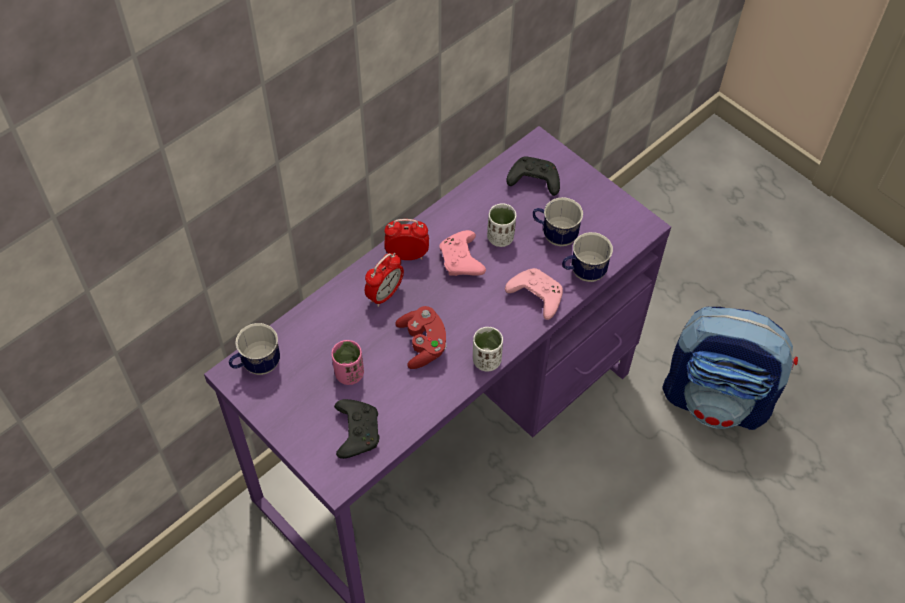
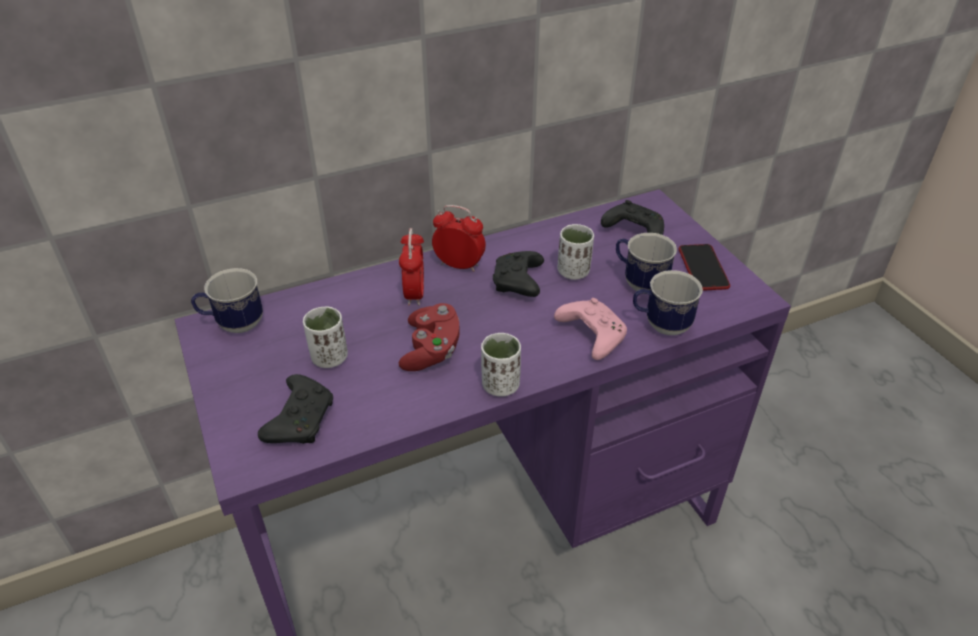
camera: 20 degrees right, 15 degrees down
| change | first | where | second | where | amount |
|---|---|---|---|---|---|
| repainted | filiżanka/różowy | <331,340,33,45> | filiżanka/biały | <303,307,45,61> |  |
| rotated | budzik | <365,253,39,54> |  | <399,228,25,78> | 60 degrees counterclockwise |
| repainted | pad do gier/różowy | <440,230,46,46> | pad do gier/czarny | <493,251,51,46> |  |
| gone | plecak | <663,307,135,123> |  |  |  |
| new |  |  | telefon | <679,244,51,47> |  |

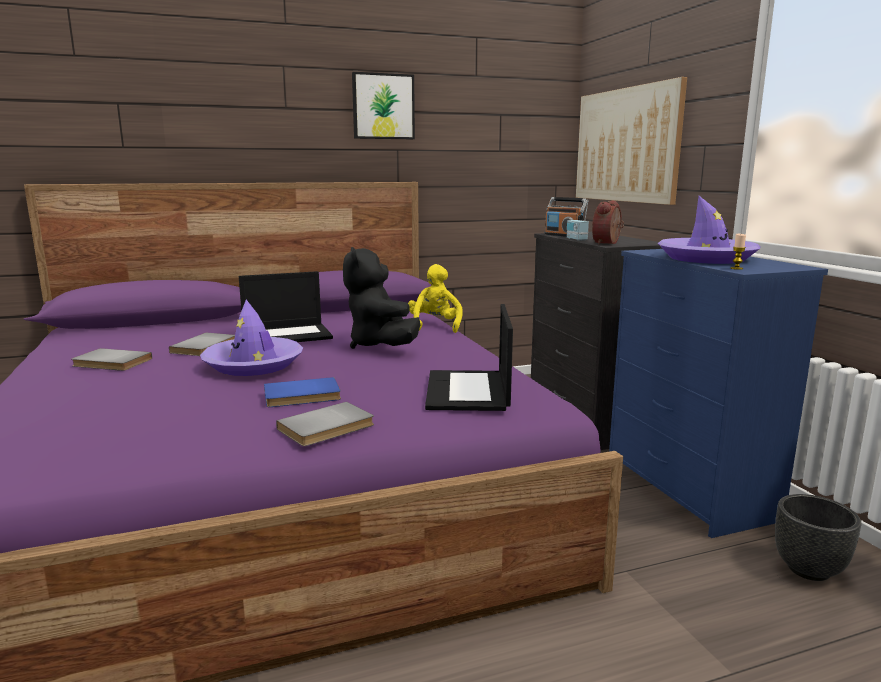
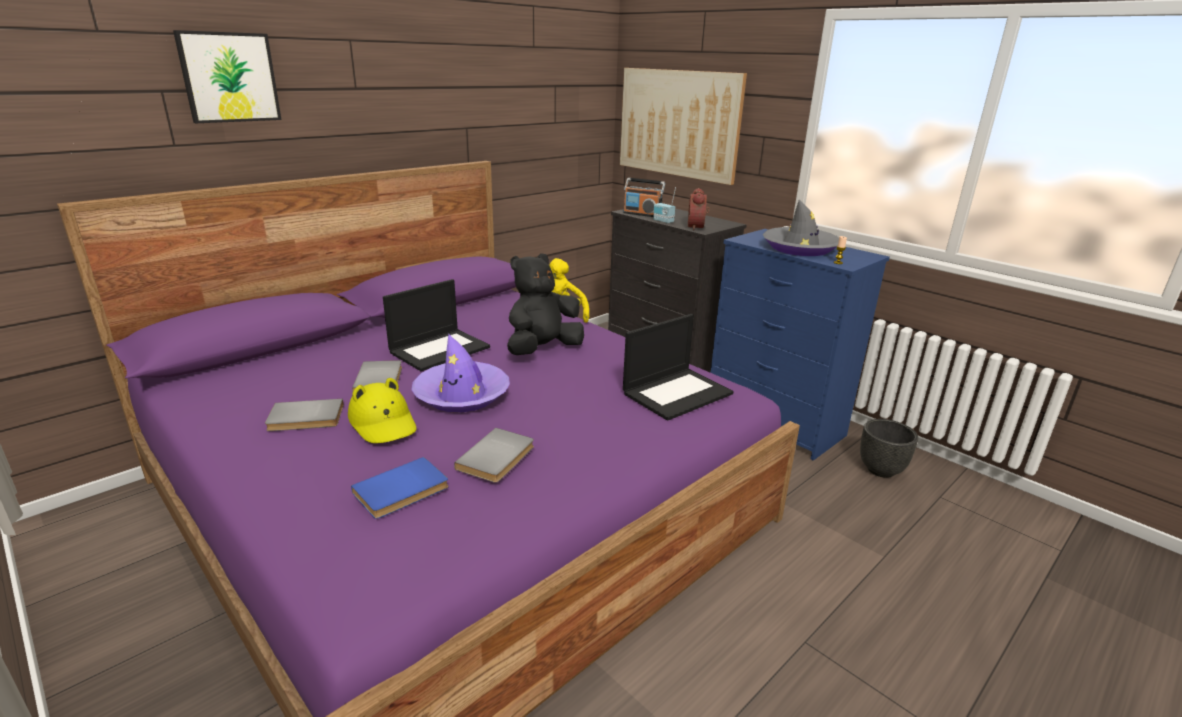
camera: 25 degrees left, 10 degrees up
| change | first | where | second | where | amount |
|---|---|---|---|---|---|
| shifted | książka/niebieski | <264,377,77,30> |  | <351,457,98,62> |  |
| shifted | książka/szary | <276,402,98,44> |  | <454,428,80,55> |  |
| rotated | pluszak/czarny | <343,247,77,102> |  | <507,253,77,102> | 90 degrees clockwise |
| shifted | obraz | <352,72,63,67> |  | <173,30,109,93> |  |
| rotated | laptop | <425,304,88,107> |  | <623,314,110,107> | 105 degrees counterclockwise |
| repainted | kapelusz/fioletowy | <658,196,103,68> | kapelusz/szary | <762,200,77,56> |  |
| new |  |  | kapelusz/żółty | <348,378,68,65> |  |

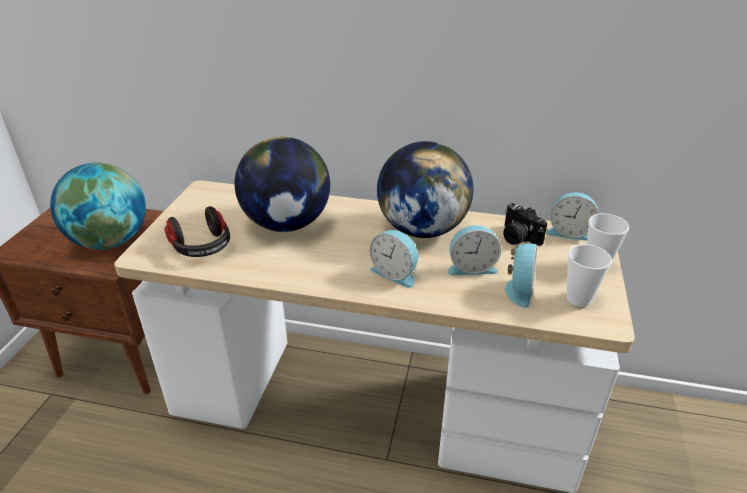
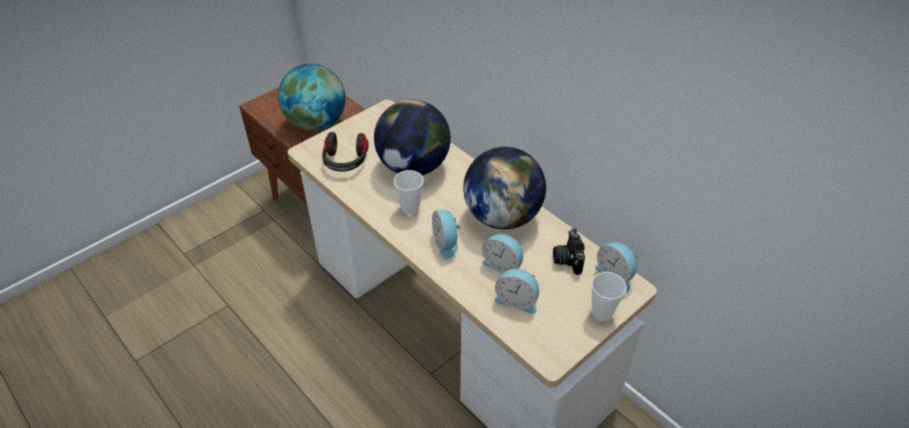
camera: 35 degrees right, 10 degrees up
| change | first | where | second | where | amount |
|---|---|---|---|---|---|
| rotated | budzik | <505,243,32,65> |  | <494,269,45,45> | 60 degrees clockwise |
| shifted | filiżanka | <566,244,46,63> |  | <394,170,30,45> |  |

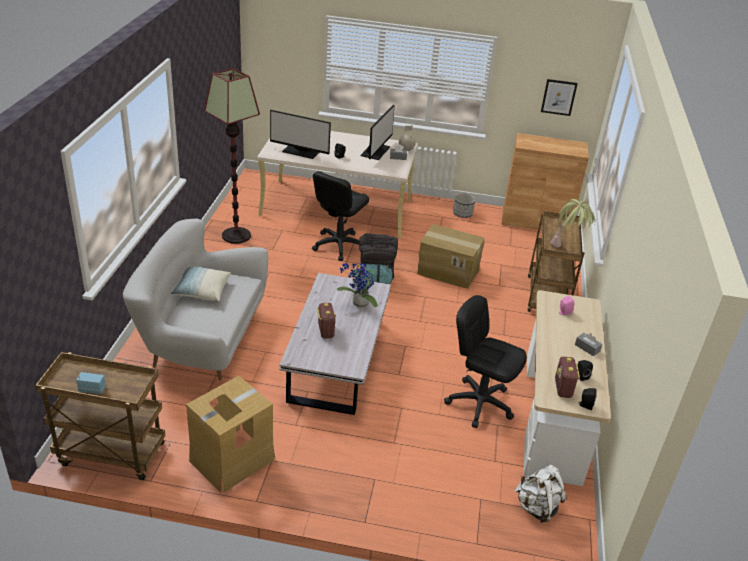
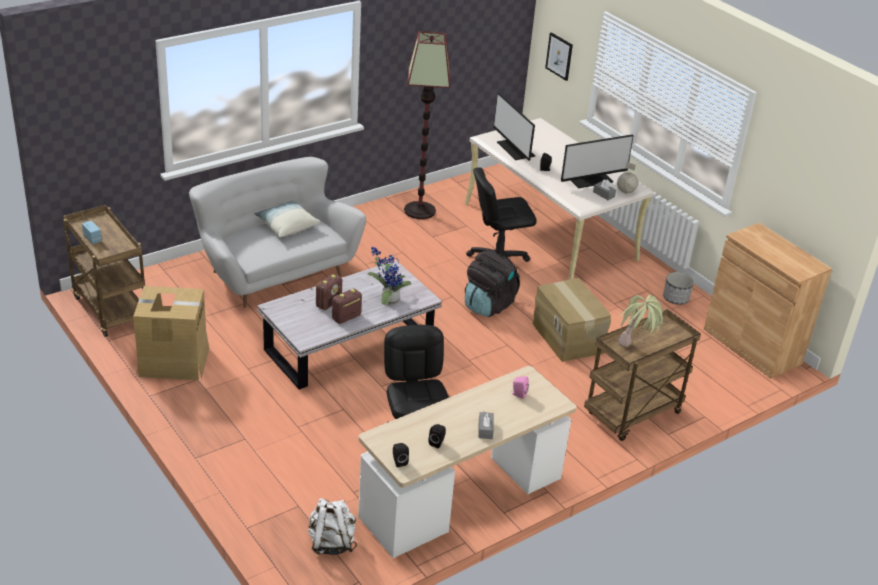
camera: 45 degrees right, 0 degrees up
| change | first | where | second | where | amount |
|---|---|---|---|---|---|
| shifted | obraz | <541,79,37,37> |  | <545,32,28,49> |  |
| shifted | radio | <555,357,25,41> |  | <332,288,30,36> |  |

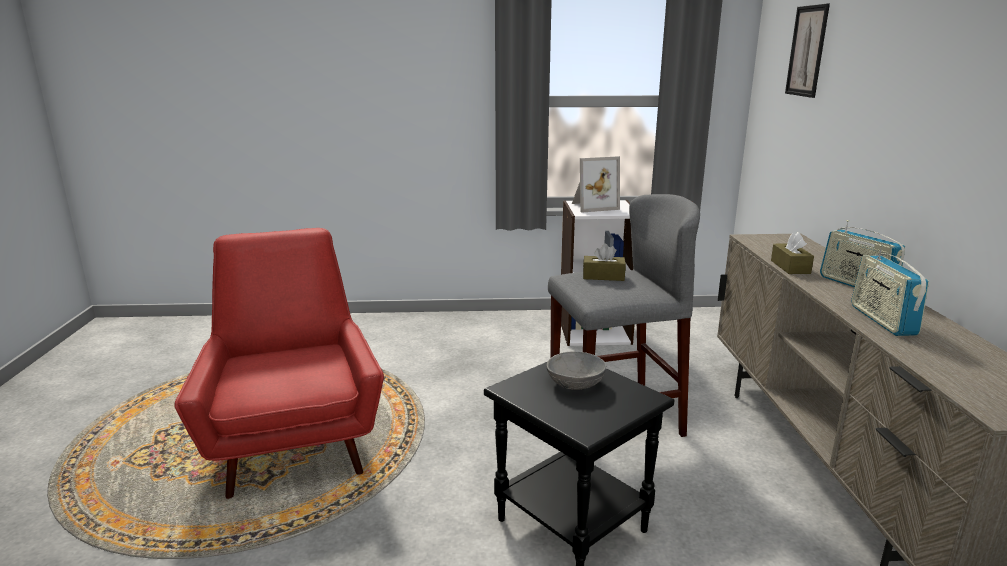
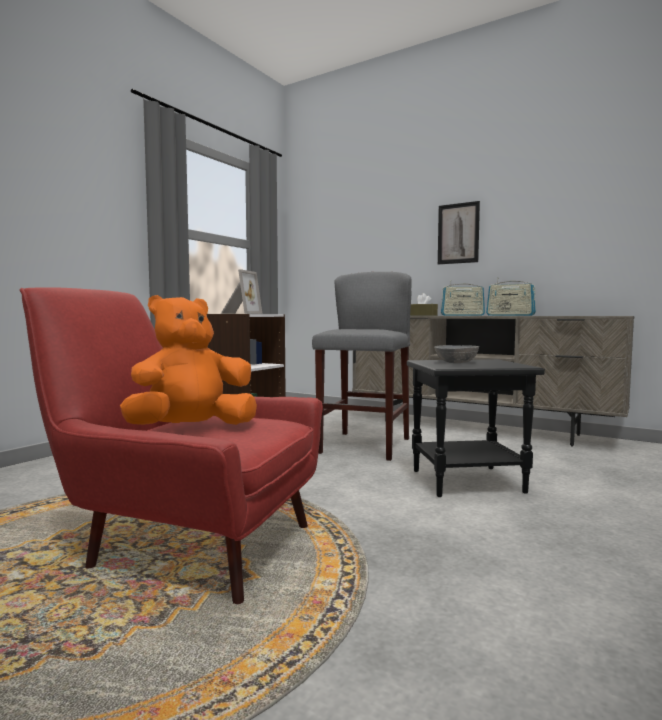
camera: 55 degrees left, 15 degrees down
| change | first | where | second | where | amount |
|---|---|---|---|---|---|
| gone | pudełko chusteczek/brązowy | <583,244,43,37> |  |  |  |
| shifted | obraz | <785,3,45,95> |  | <438,201,42,63> |  |
| new |  |  | pluszak/pomarańczowy | <120,295,137,130> |  |

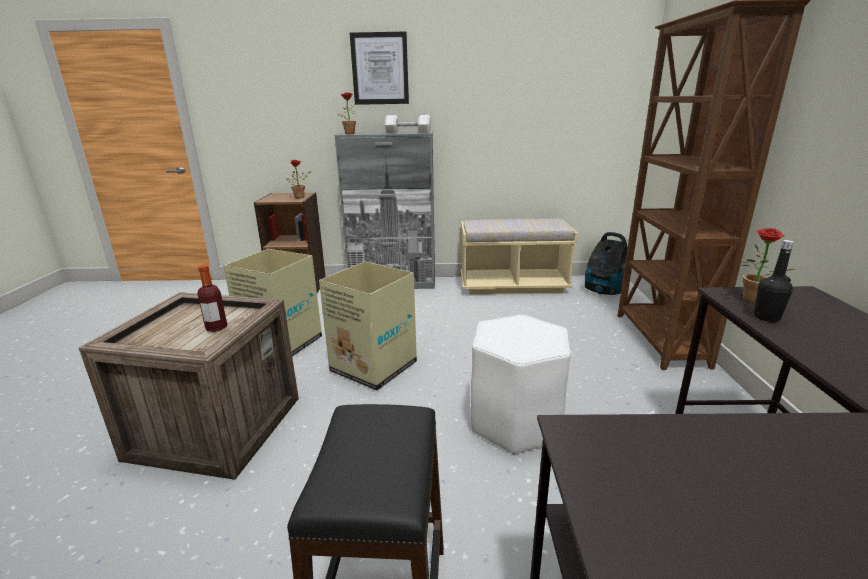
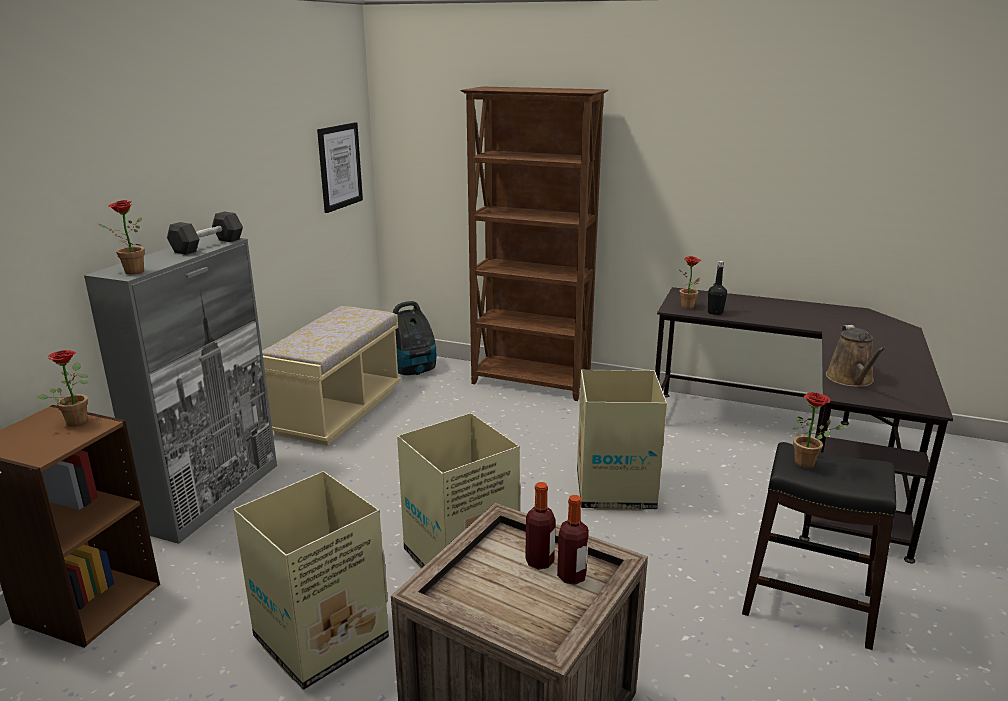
camera: 70 degrees left, 0 degrees up
| change | first | where | second | where | amount |
|---|---|---|---|---|---|
| shifted | obraz | <350,32,59,73> |  | <317,122,46,91> |  |
| repainted | hantel/biały | <385,115,46,18> | hantel/czarny | <167,211,76,44> |  |
| swapped | stołek/biały | <471,315,100,139> | karton | <577,370,90,141> |  |
| new |  |  | butelka | <557,495,32,90> |  |
| new |  |  | roślina doniczkowa | <792,392,55,77> |  |
| new |  |  | konewka/brązowy | <826,325,59,62> |  |

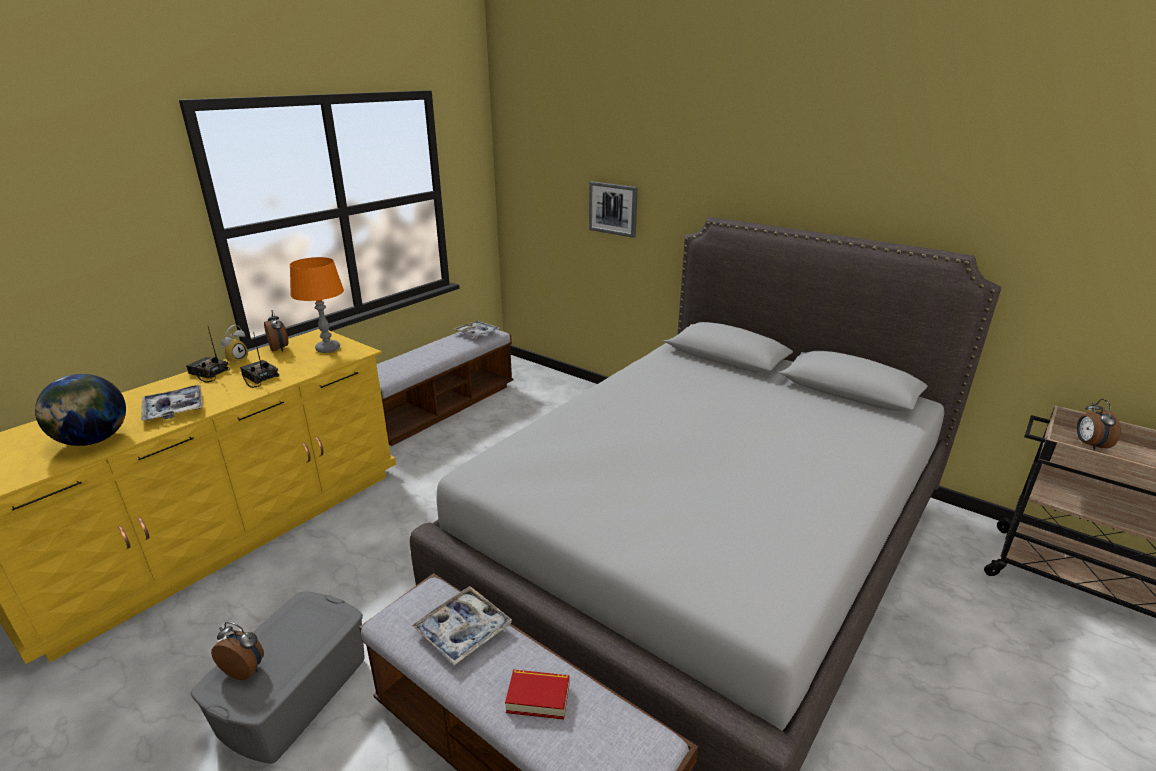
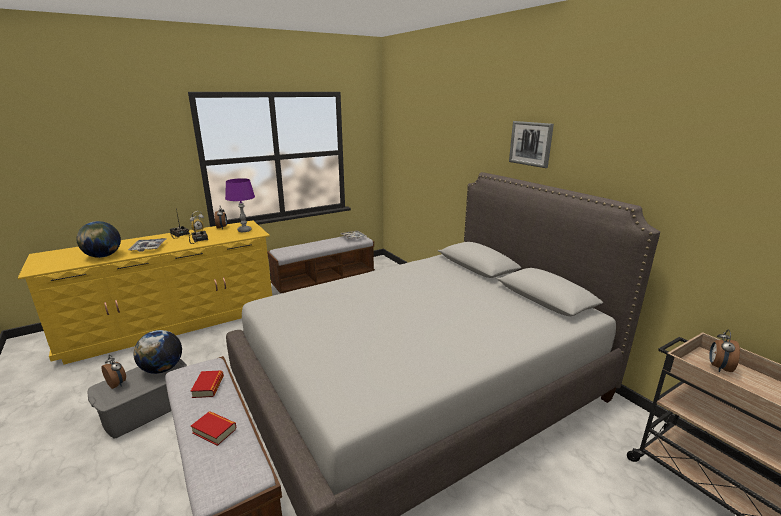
camera: 20 degrees right, 5 degrees down
| change | first | where | second | where | amount |
|---|---|---|---|---|---|
| repainted | lampa stołowa/pomarańczowy | <290,257,54,96> | lampa stołowa/fioletowy | <225,178,30,54> |  |
| swapped | taca | <412,586,100,80> | książka | <191,371,33,27> |  |
| shifted | obraz | <589,181,49,57> |  | <509,121,45,47> |  |
| new |  |  | globus | <133,330,49,44> |  |

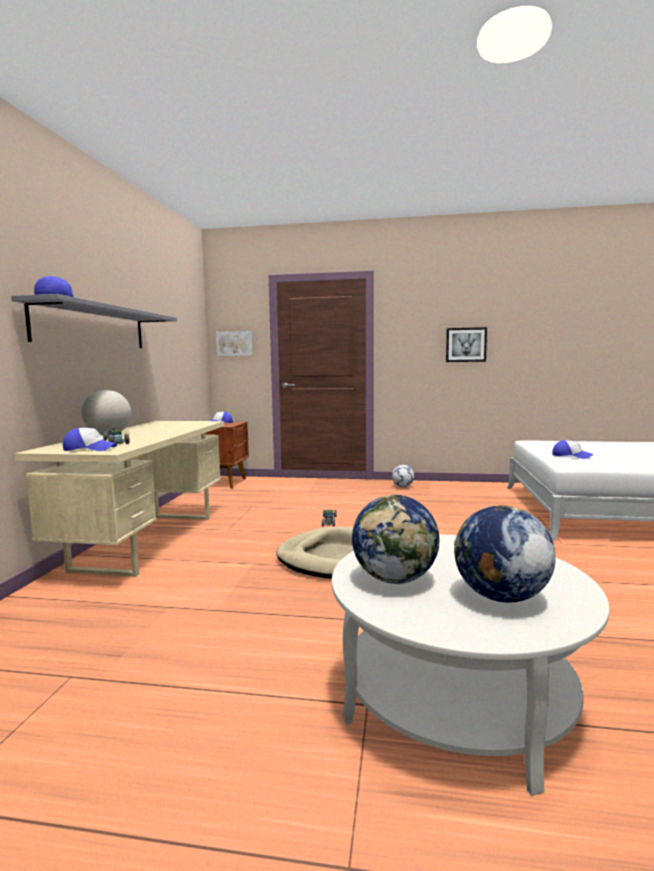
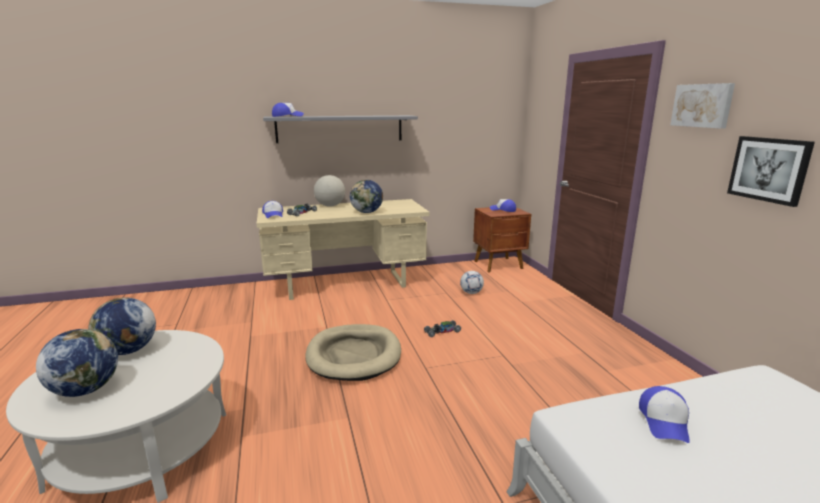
camera: 65 degrees right, 10 degrees up
| change | first | where | second | where | amount |
|---|---|---|---|---|---|
| shifted | obraz | <216,331,37,25> |  | <670,83,65,46> |  |
| shifted | piłka futbolowa | <392,465,22,22> |  | <460,271,24,23> |  |
| new |  |  | globus | <350,180,33,33> |  |

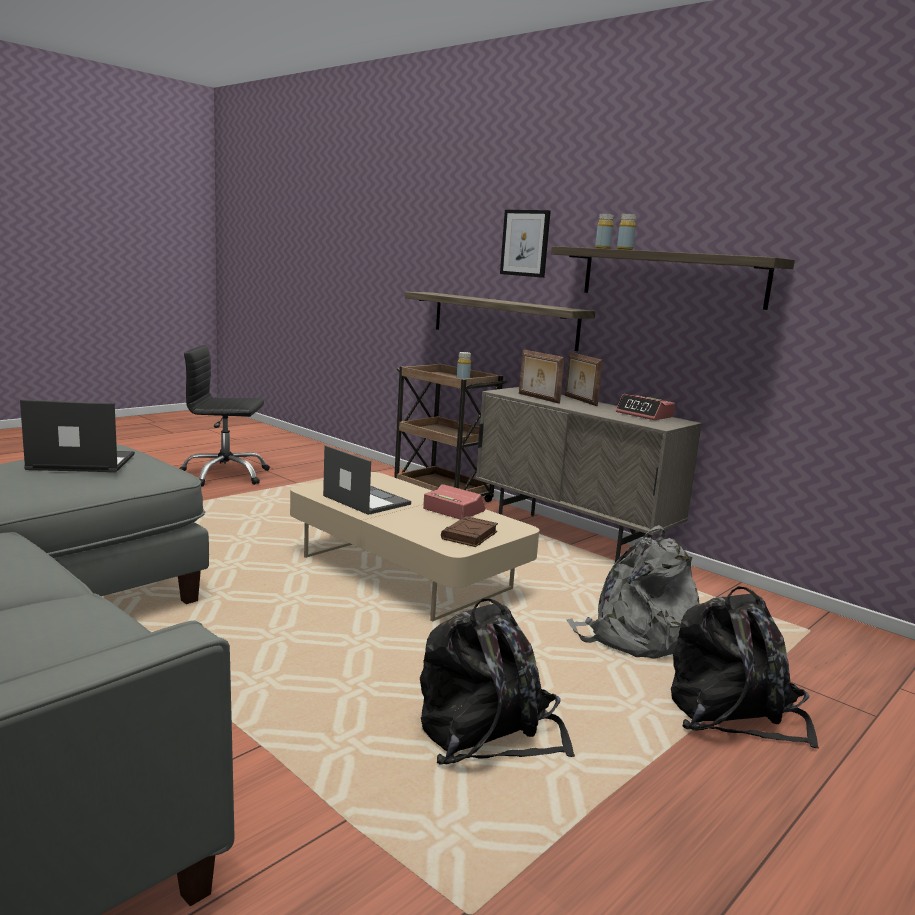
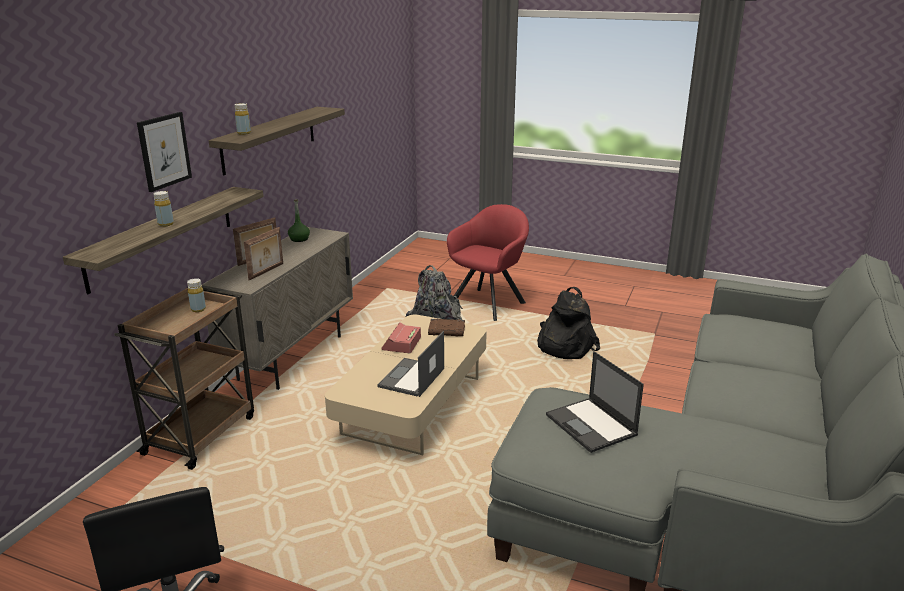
camera: 110 degrees left, 10 degrees up
| change | first | where | second | where | amount |
|---|---|---|---|---|---|
| swapped | budzik | <616,394,59,26> | butelka/zielony | <288,199,22,43> |  |
| shifted | butelka/żółty | <617,214,19,36> |  | <154,191,20,36> |  |
| swapped | plecak/czarny | <671,586,148,162> | fotel/czerwony | <447,204,82,117> |  |

